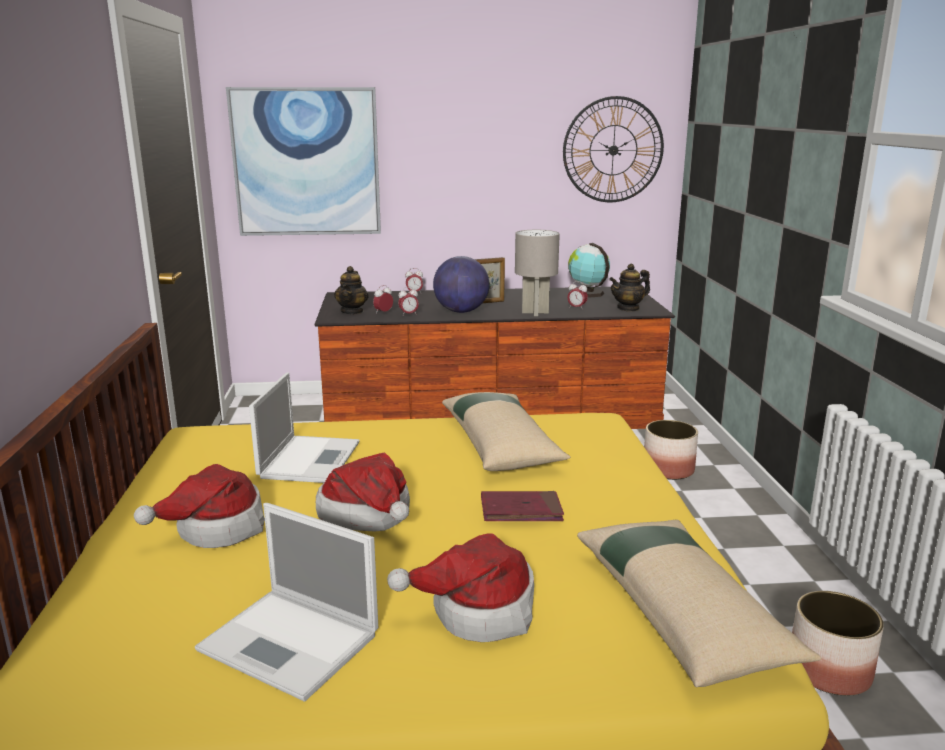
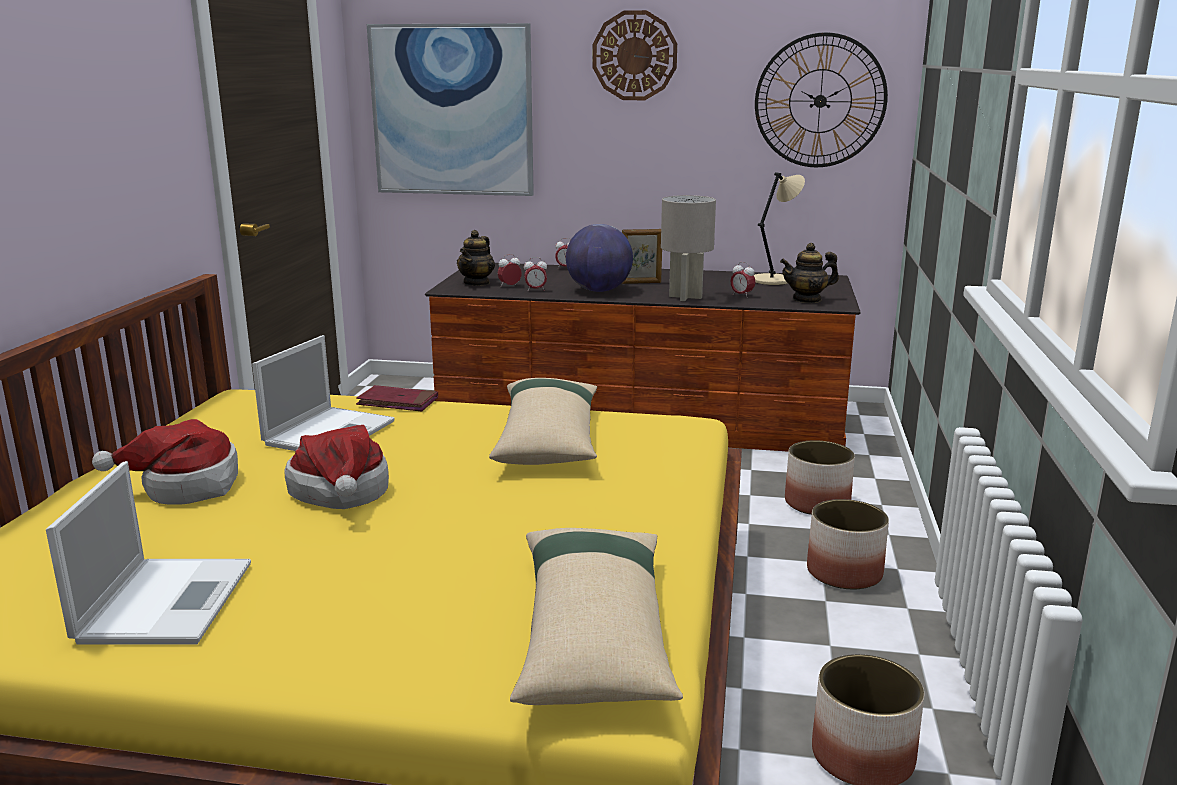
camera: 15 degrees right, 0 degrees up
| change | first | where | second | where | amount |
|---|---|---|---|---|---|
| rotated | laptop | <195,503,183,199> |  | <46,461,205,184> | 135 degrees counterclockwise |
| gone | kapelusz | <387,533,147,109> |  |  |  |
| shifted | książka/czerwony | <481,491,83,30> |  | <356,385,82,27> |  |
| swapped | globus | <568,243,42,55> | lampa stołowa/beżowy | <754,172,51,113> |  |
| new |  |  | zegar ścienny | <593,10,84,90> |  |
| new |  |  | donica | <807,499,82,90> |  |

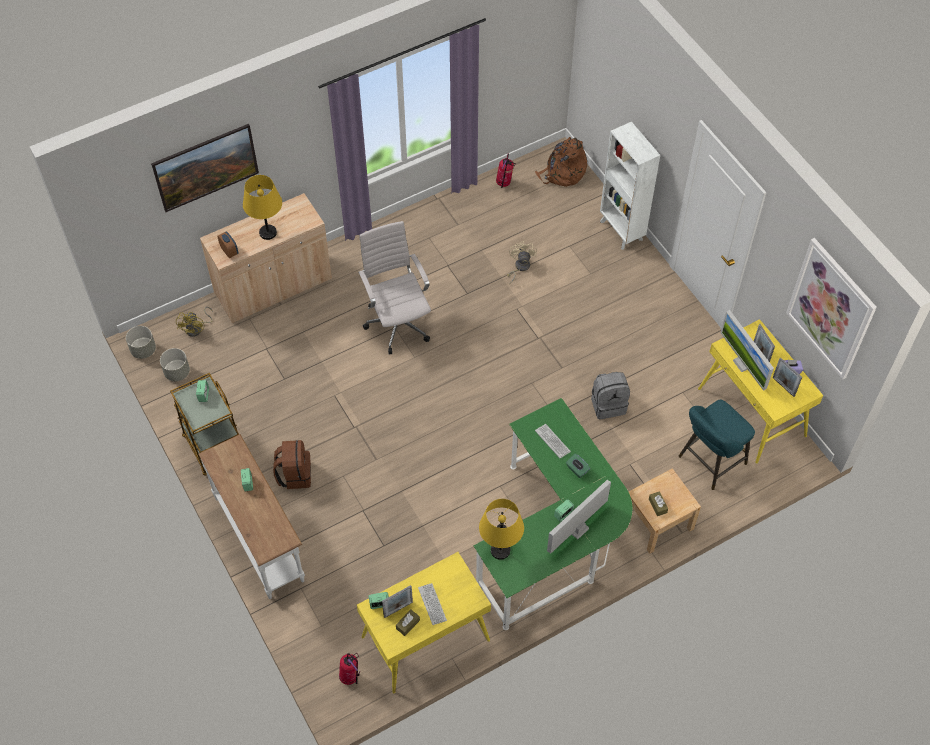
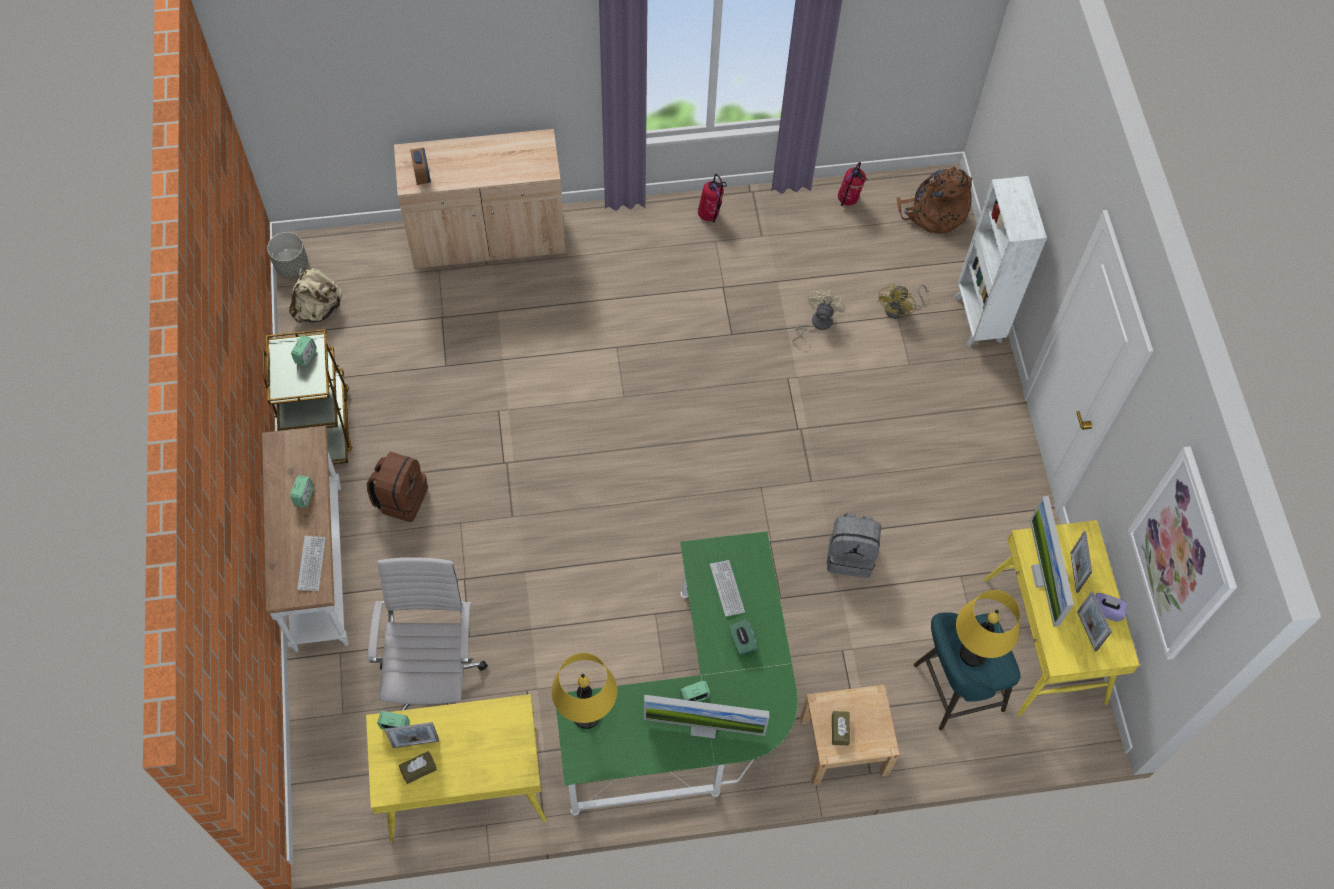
camera: 20 degrees right, 5 degrees up
| change | first | where | second | where | amount |
|---|---|---|---|---|---|
| gone | obraz | <151,124,108,88> |  |  |  |
| swapped | donica/szary | <160,348,30,33> | plecak/beżowy | <289,268,54,55> |  |
| shifted | wentylator/żółty | <176,307,37,30> |  | <877,283,50,36> |  |
| shifted | lampa stołowa/żółty | <243,175,39,65> |  | <956,590,64,77> |  |
| shifted | gaśnica | <339,653,21,32> |  | <698,174,29,49> |  |
| shifted | krzesło biurowe/biały | <358,221,73,133> |  | <368,557,120,154> |  |
| shifted | klawiatura | <418,583,29,42> |  | <297,536,29,55> |  |
| rotated | monitor | <547,480,64,74> |  | <644,695,125,43> | 150 degrees counterclockwise |

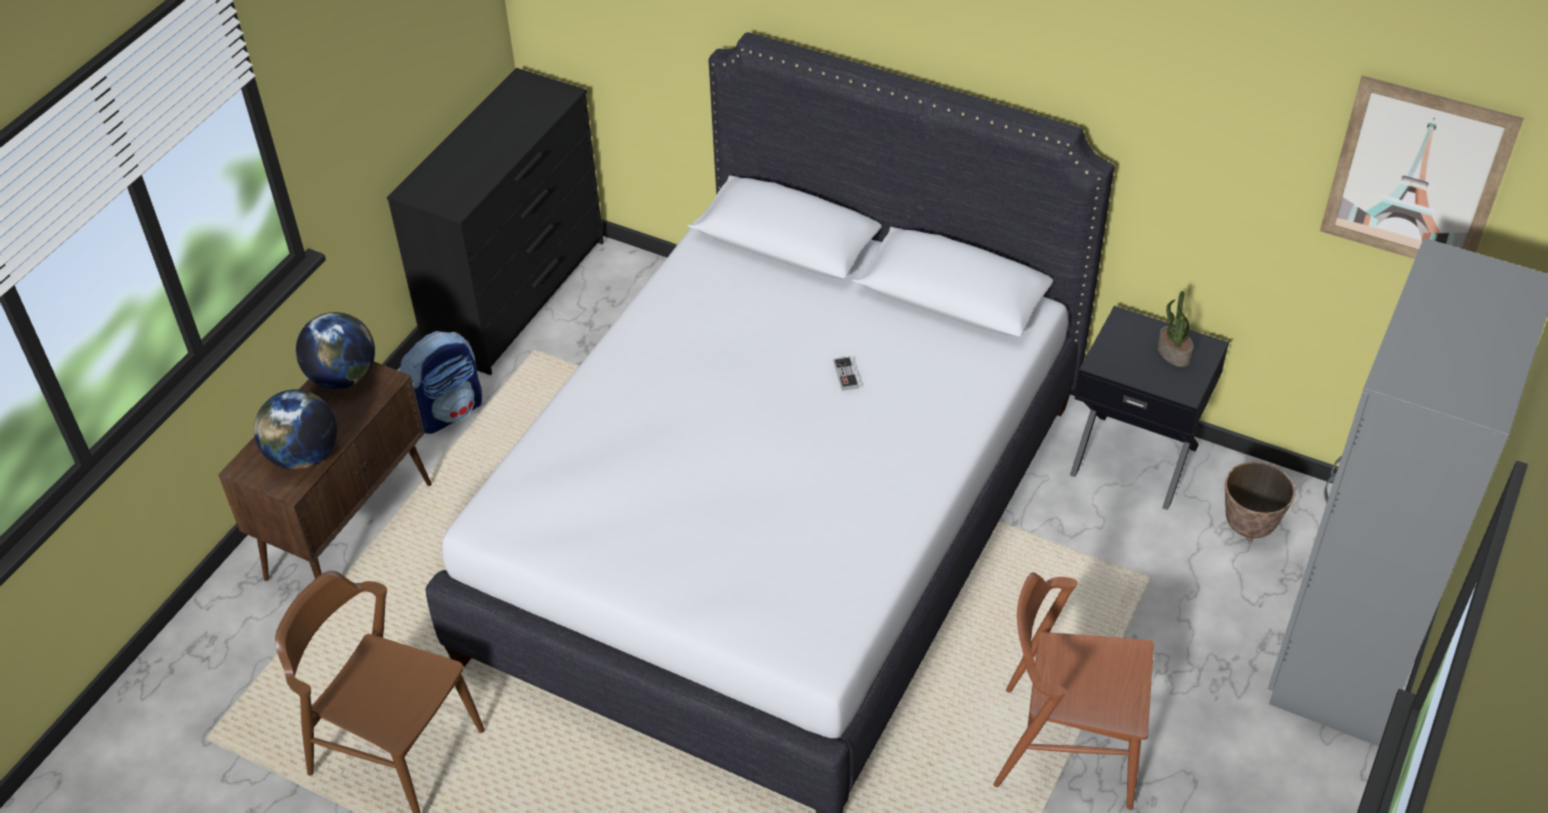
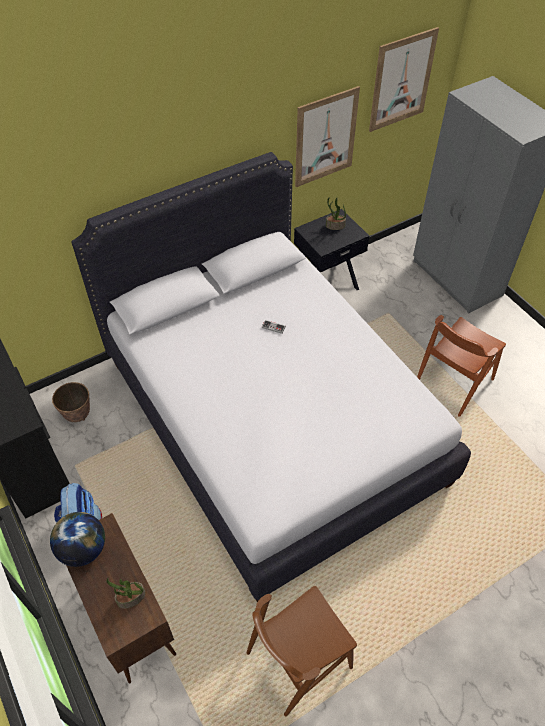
camera: 60 degrees left, 5 degrees up
| change | first | where | second | where | amount |
|---|---|---|---|---|---|
| swapped | globus | <254,389,83,81> | roślina doniczkowa | <107,579,38,30> |  |
| shifted | donica | <1225,462,70,79> |  | <52,382,38,40> |  |
| new |  |  | obraz | <295,86,65,101> |  |

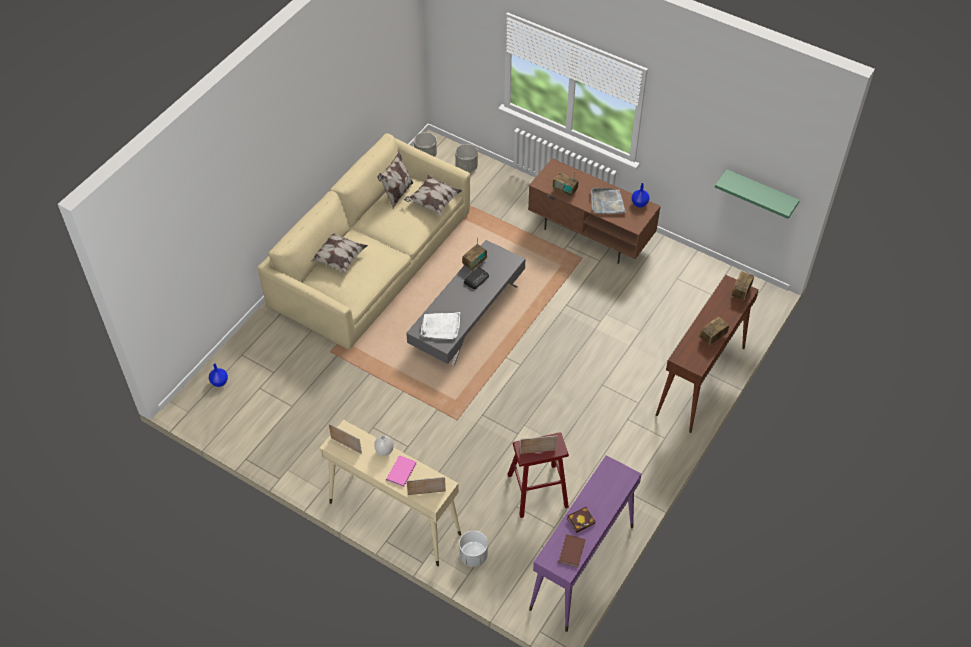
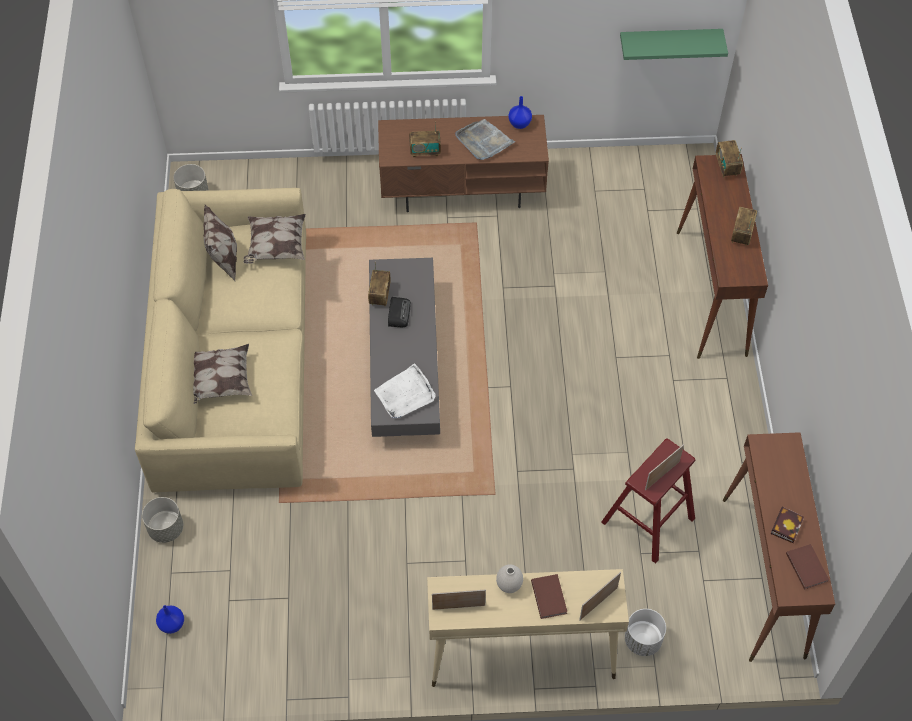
camera: 35 degrees left, 5 degrees up
| change | first | where | second | where | amount |
|---|---|---|---|---|---|
| repainted | książka/różowy | <386,455,31,32> | książka/brązowy | <531,574,36,45> |  |
| shifted | donica/szary | <455,144,23,28> |  | <142,497,41,46> |  |
| repainted | stolik konsolowy/fioletowy | <529,455,112,177> | stolik konsolowy/brązowy | <723,432,112,230> |  |

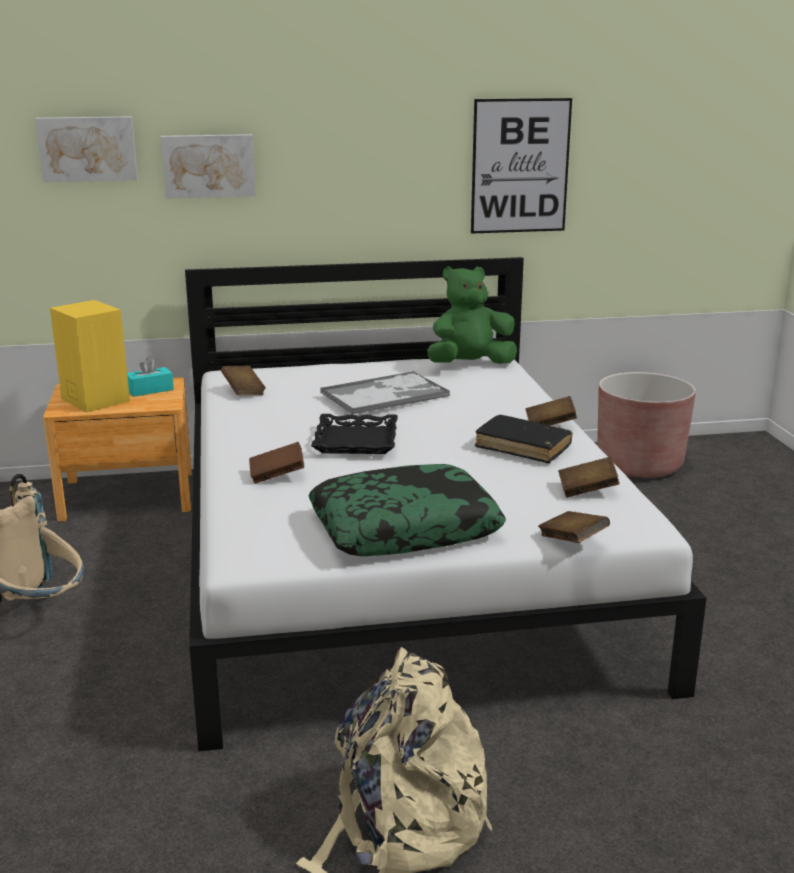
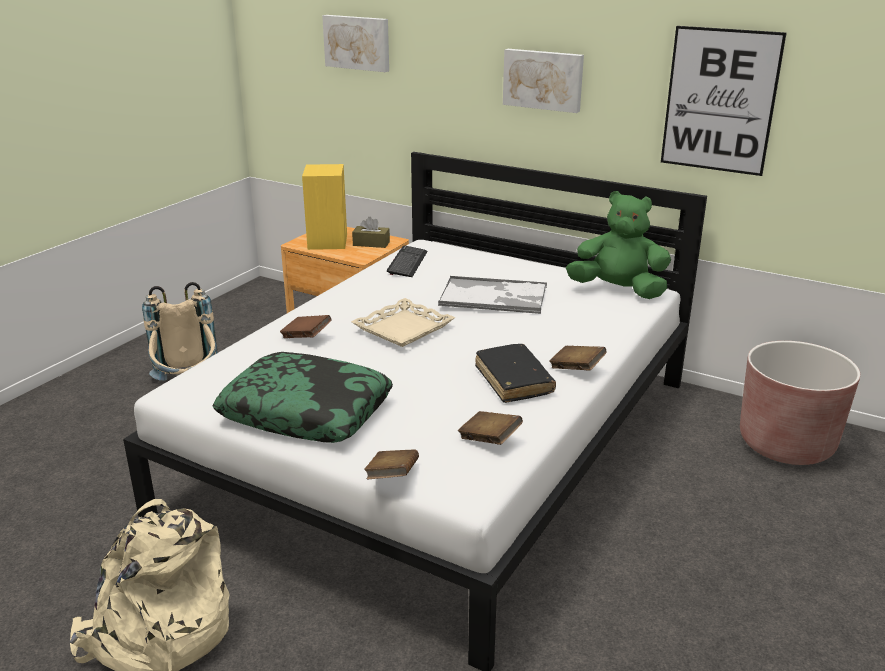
camera: 40 degrees right, 5 degrees up
| change | first | where | second | where | amount |
|---|---|---|---|---|---|
| repainted | pudełko chusteczek/turkusowy | <127,356,47,41> | pudełko chusteczek/brązowy | <352,217,38,31> |  |
| shifted | obraz | <161,134,95,64> |  | <503,49,81,64> |  |
| swapped | książka/brązowy | <221,366,45,29> | klawiatura | <387,245,40,32> |  |
| repainted | taca/czarny | <311,414,87,40> | taca/beżowy | <351,298,104,49> |  |

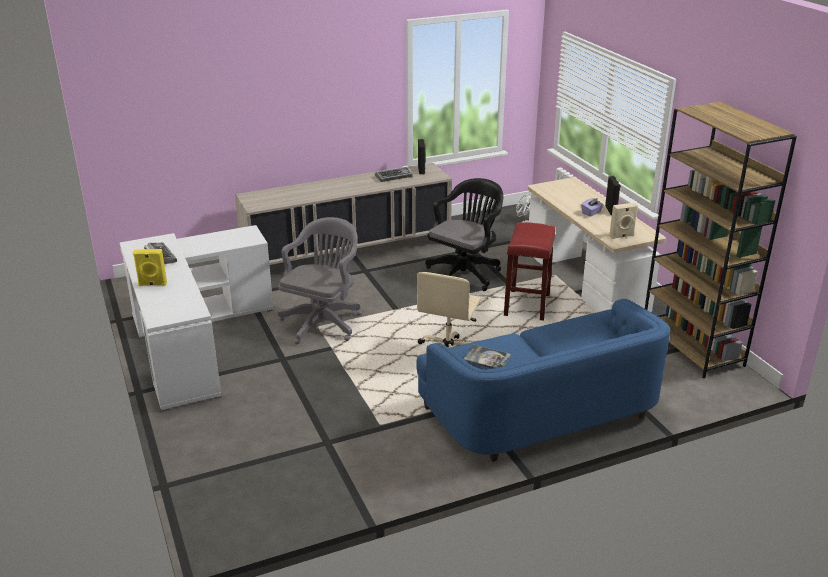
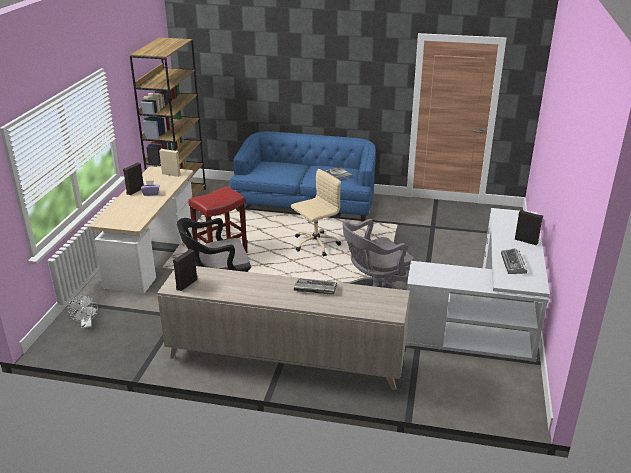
camera: 145 degrees left, 0 degrees up
| change | first | where | second | where | amount |
|---|---|---|---|---|---|
| repainted | głośnik/żółty | <133,249,34,37> | głośnik/czarny | <515,210,28,35> |  |
| shifted | klawiatura | <375,167,38,15> |  | <294,278,43,17> |  |

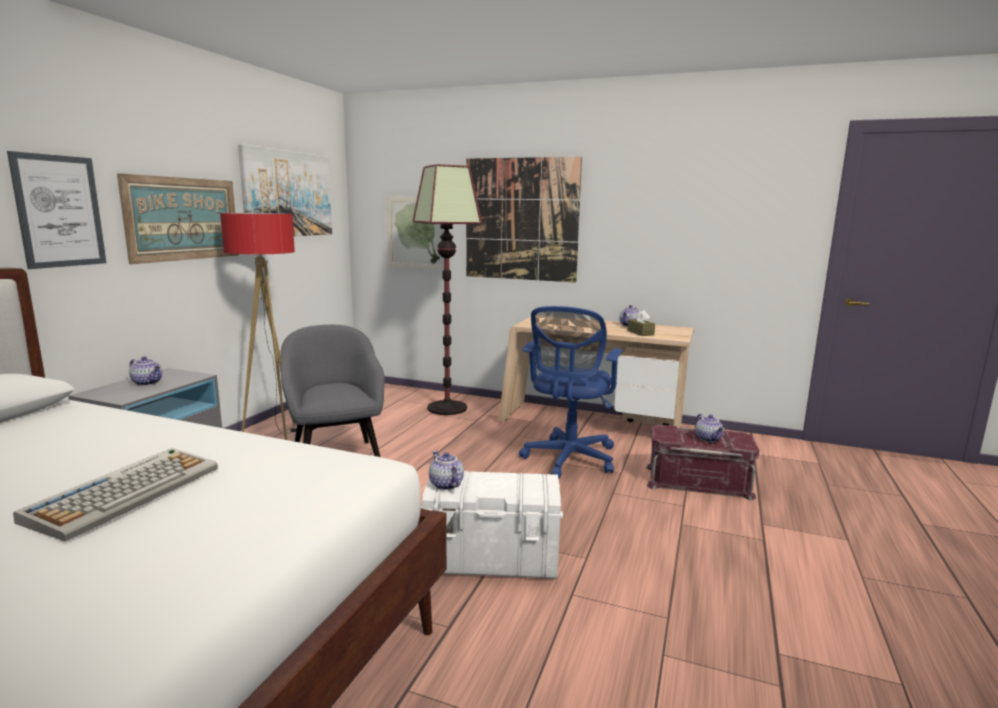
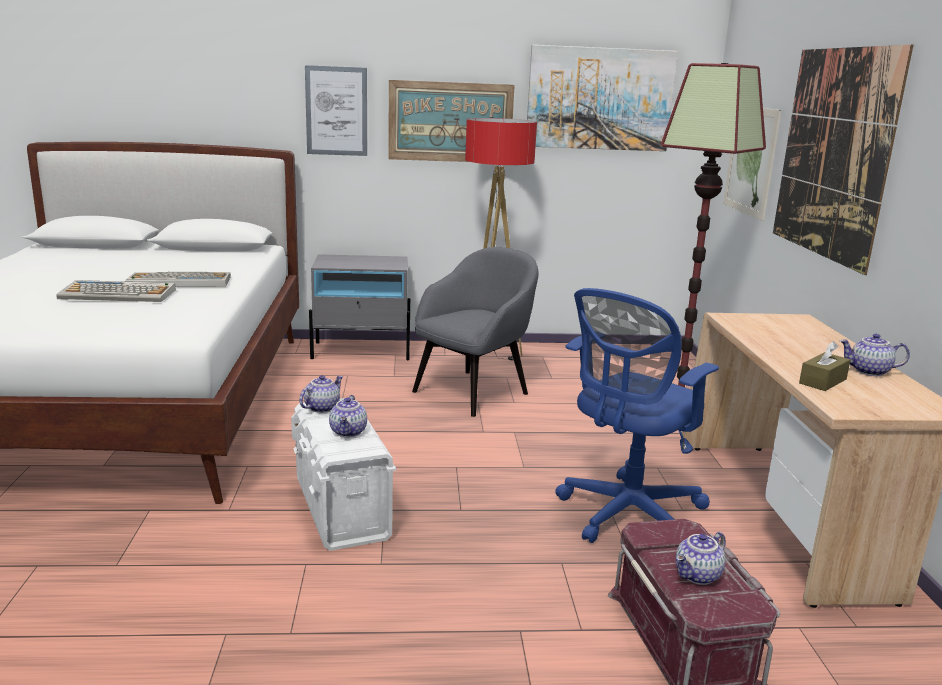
camera: 65 degrees right, 5 degrees up
| change | first | where | second | where | amount |
|---|---|---|---|---|---|
| shifted | imbryk | <129,356,33,30> |  | <329,395,38,42> |  |
| rotated | krzesło biurowe/niebieski | <519,306,104,173> |  | <555,288,164,255> | 45 degrees counterclockwise |
| new |  |  | klawiatura | <126,272,105,15> |  |

